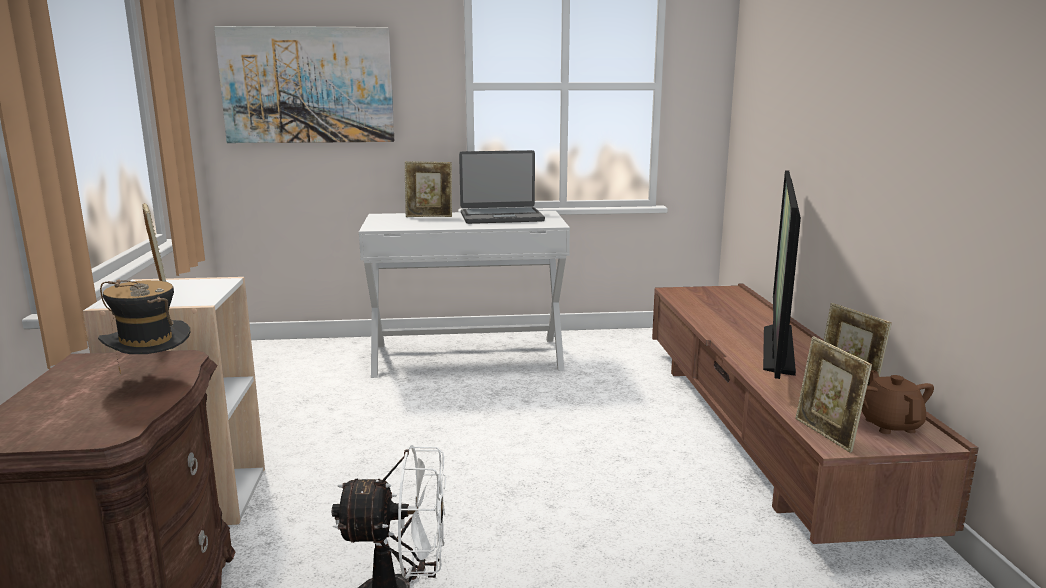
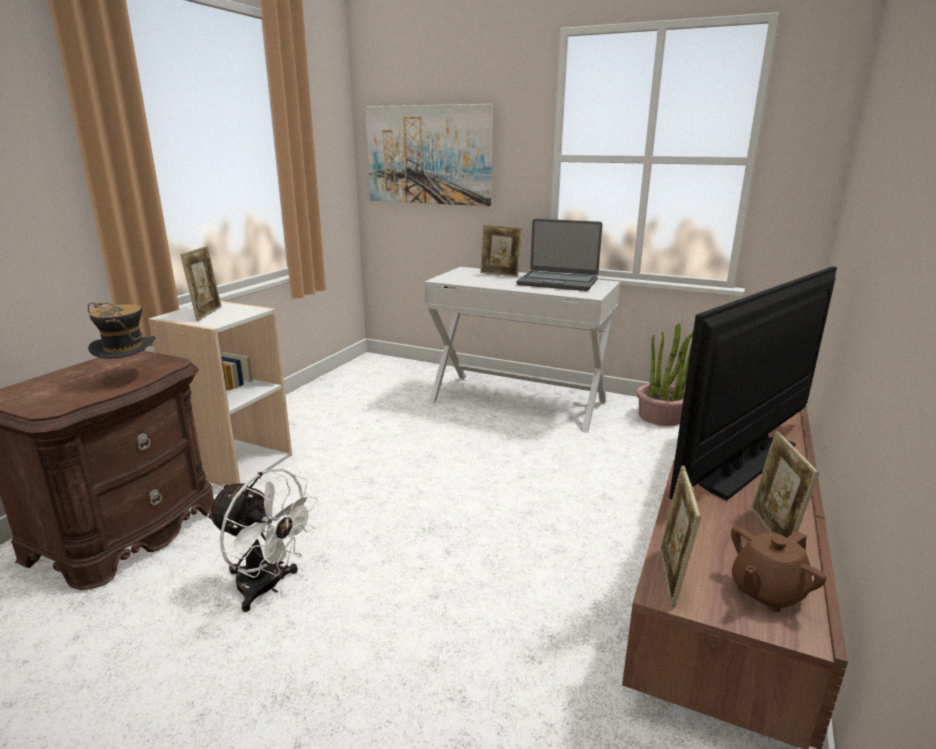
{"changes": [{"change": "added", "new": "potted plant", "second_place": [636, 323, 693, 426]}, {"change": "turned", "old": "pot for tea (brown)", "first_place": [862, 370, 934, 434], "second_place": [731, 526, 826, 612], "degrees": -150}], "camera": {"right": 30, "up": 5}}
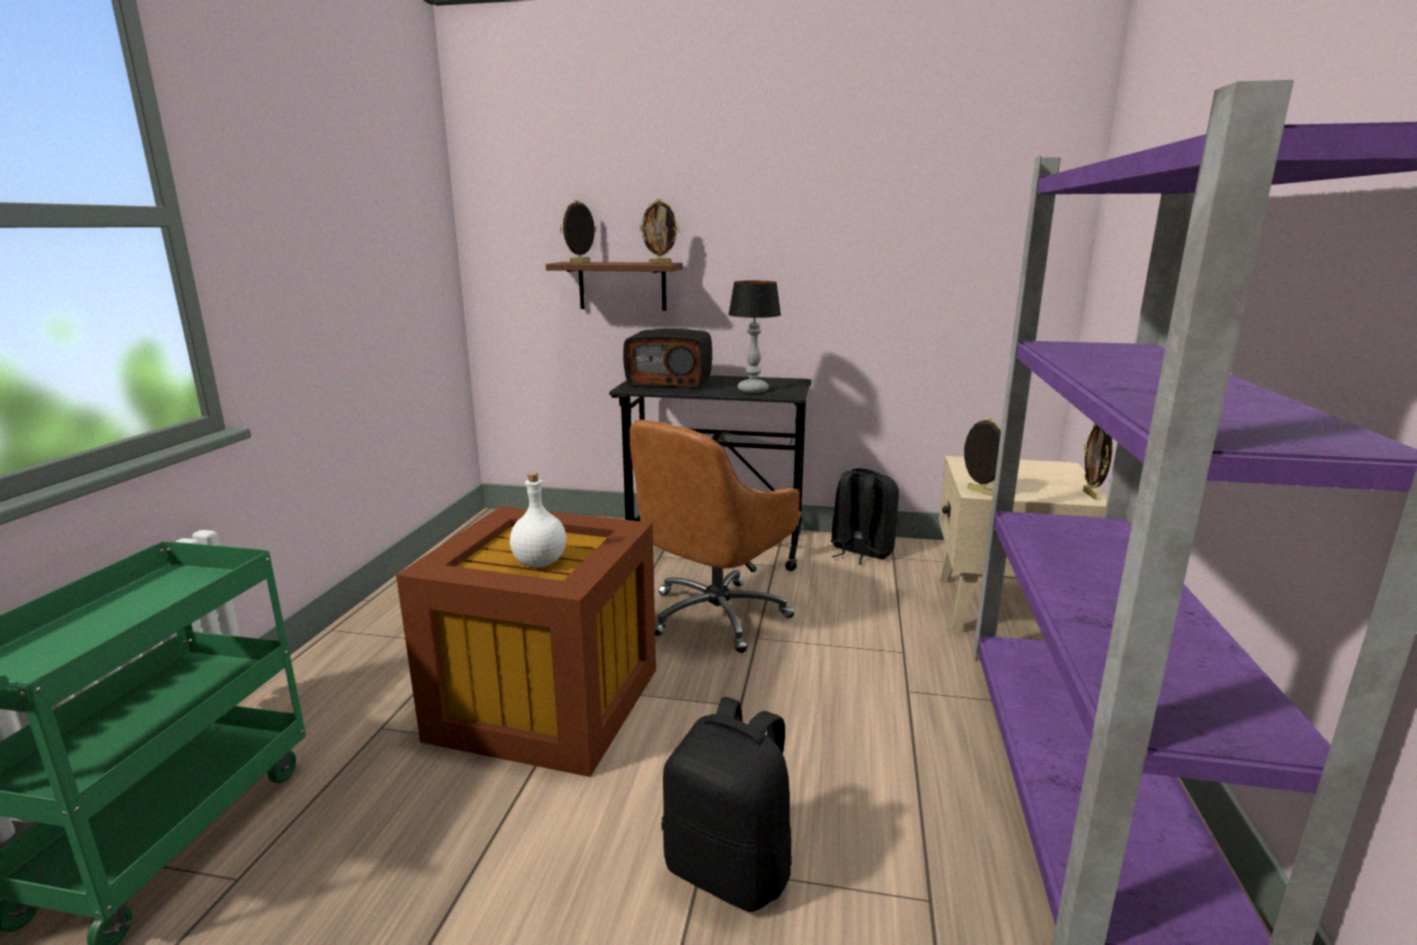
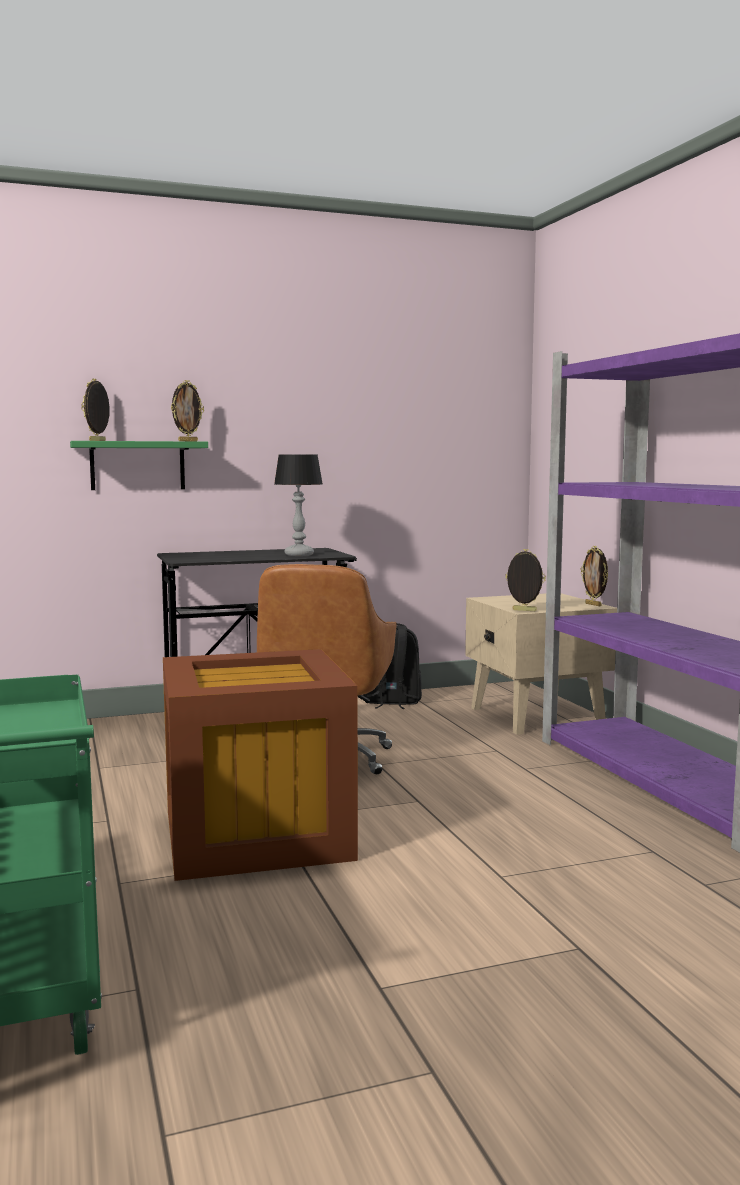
{"changes": [{"change": "removed", "old": "bottle (whitish)", "first_place": [510, 472, 566, 567]}, {"change": "removed", "old": "radio receiver", "first_place": [623, 329, 712, 389]}, {"change": "removed", "old": "backpack (black-coloured)", "first_place": [662, 697, 792, 912]}, {"change": "recoloured", "old": "bracket shelf (brown)", "new": "bracket shelf (greenish)", "first_place": [546, 262, 683, 311], "second_place": [70, 441, 208, 490]}], "camera": {"right": -30, "up": -10}}
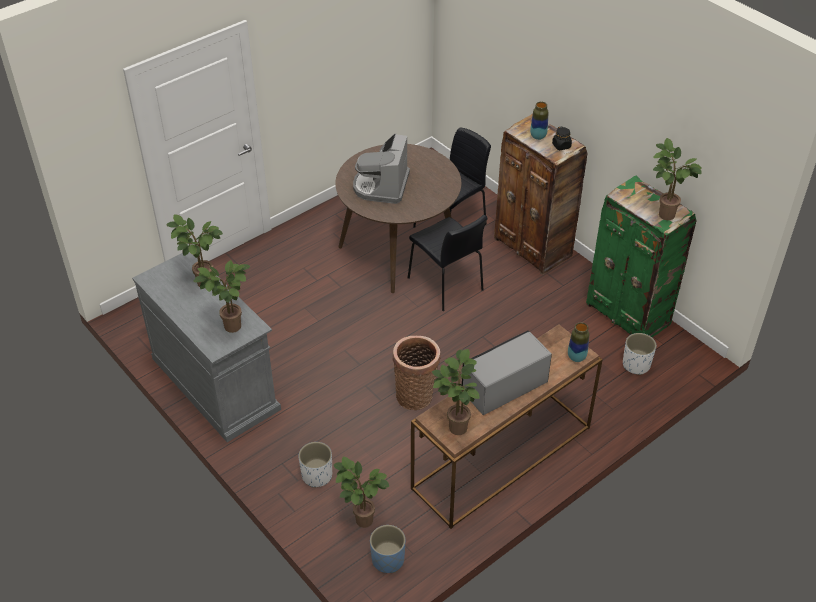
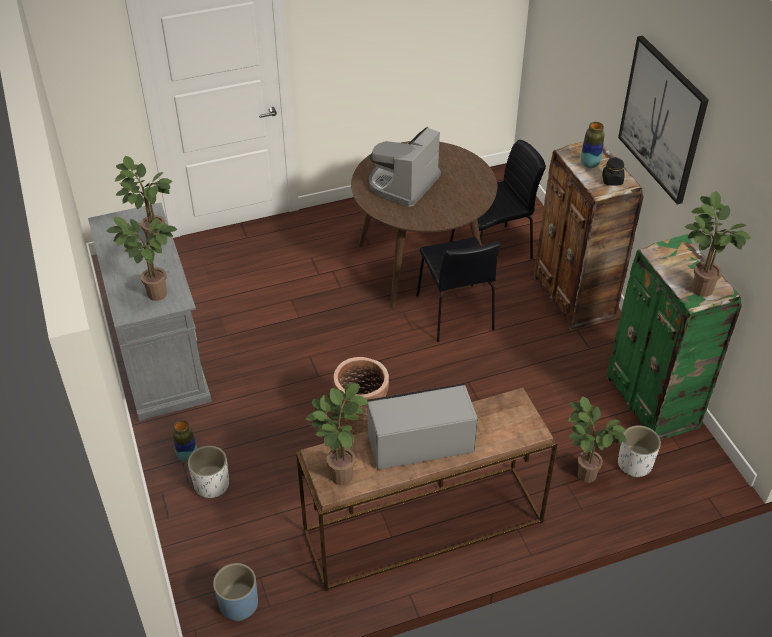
{"changes": [{"change": "added", "new": "picture", "second_place": [618, 35, 709, 204]}, {"change": "moved", "old": "potted plant", "first_place": [334, 457, 389, 528], "second_place": [568, 396, 626, 483]}, {"change": "moved", "old": "flower vase", "first_place": [568, 322, 589, 362], "second_place": [173, 420, 197, 462]}], "camera": {"right": 20, "up": 0}}
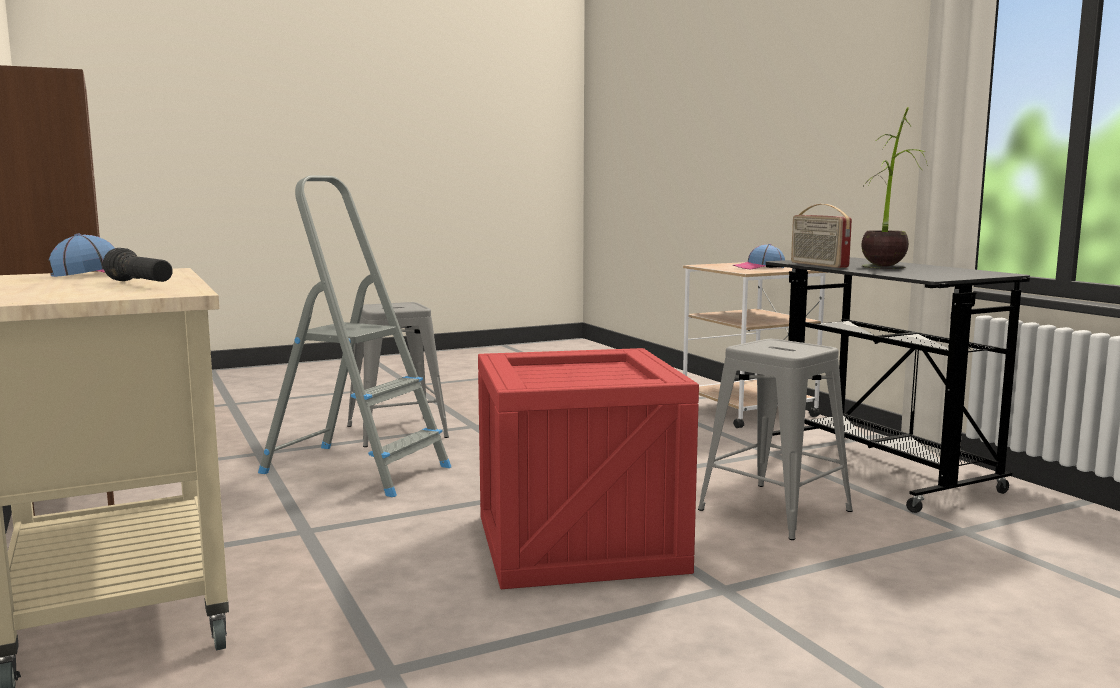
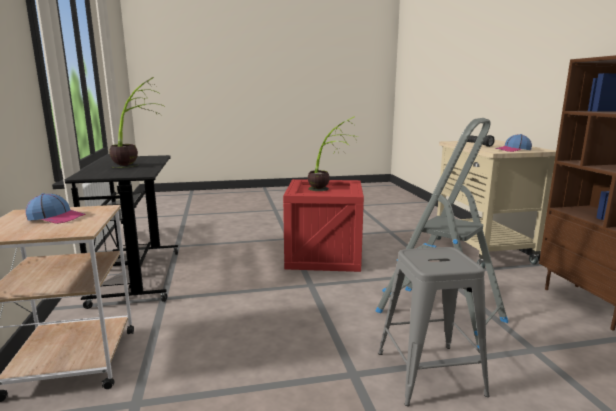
{"changes": [{"change": "removed", "old": "sitting stool (gray)", "first_place": [698, 339, 853, 540]}, {"change": "removed", "old": "radio receiver", "first_place": [791, 204, 852, 268]}, {"change": "added", "new": "potted plant", "second_place": [308, 116, 358, 191]}], "camera": {"right": -165, "up": 5}}
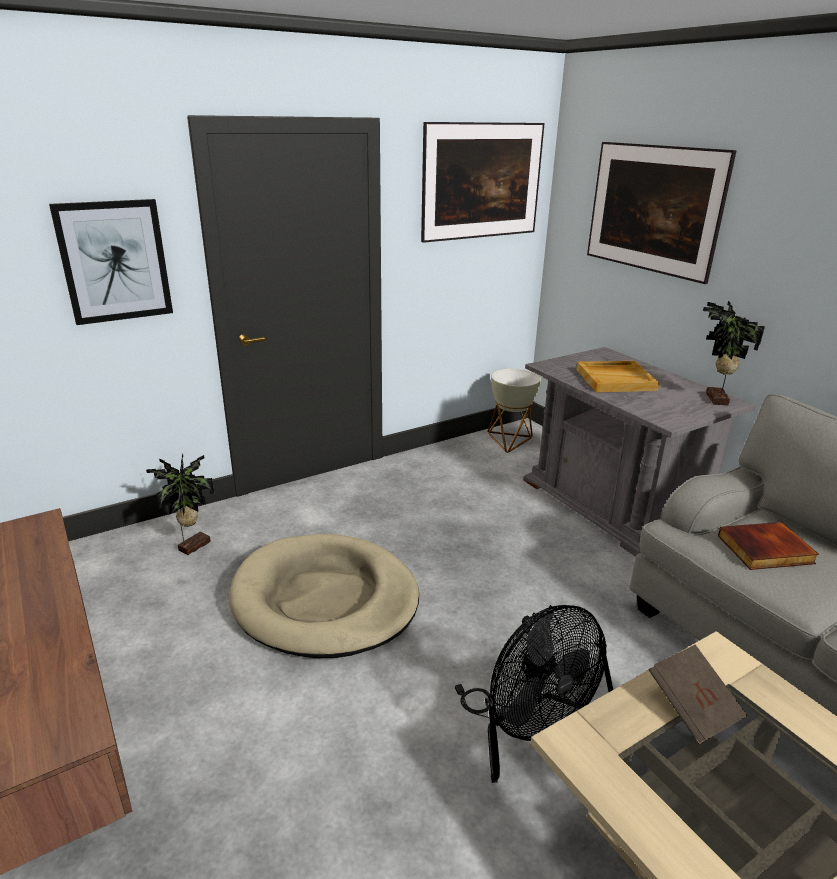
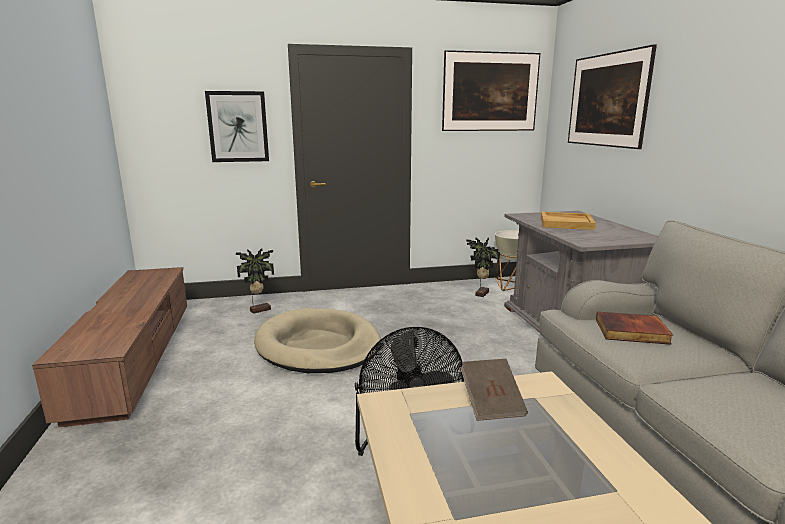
{"changes": [{"change": "moved", "old": "potted plant", "first_place": [703, 301, 765, 406], "second_place": [466, 237, 500, 297]}], "camera": {"right": 20, "up": -10}}
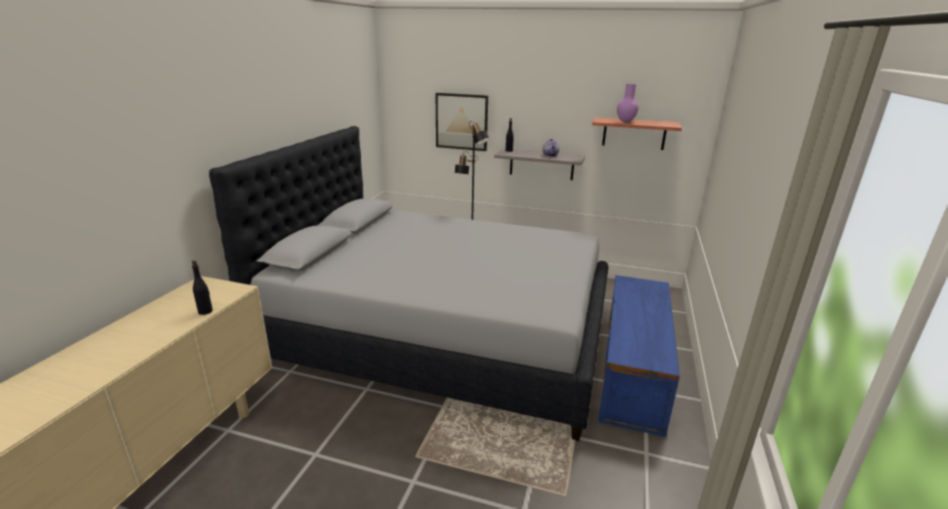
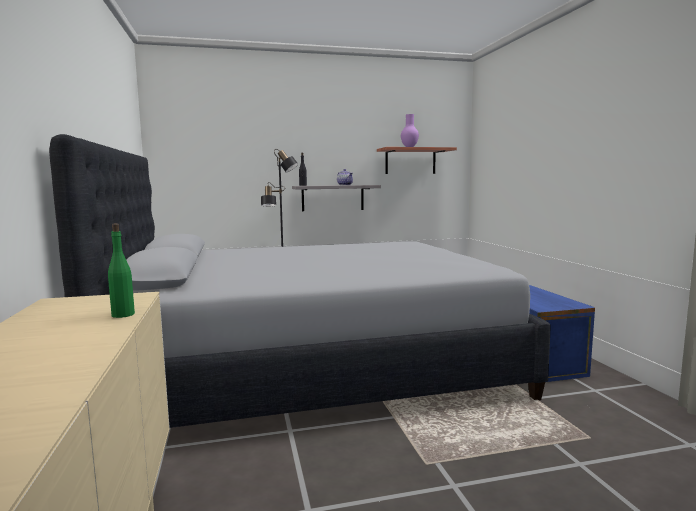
{"changes": [{"change": "removed", "old": "picture", "first_place": [436, 93, 488, 151]}, {"change": "recoloured", "old": "bottle (black-coloured)", "new": "bottle (greenish)", "first_place": [192, 260, 213, 315], "second_place": [108, 223, 135, 318]}], "camera": {"right": -30, "up": -15}}
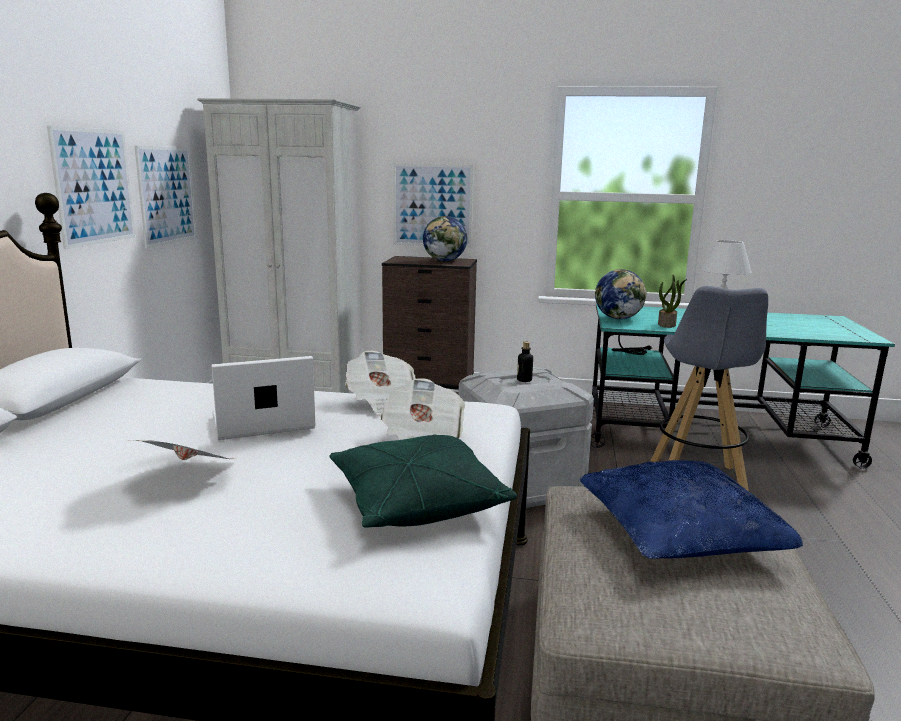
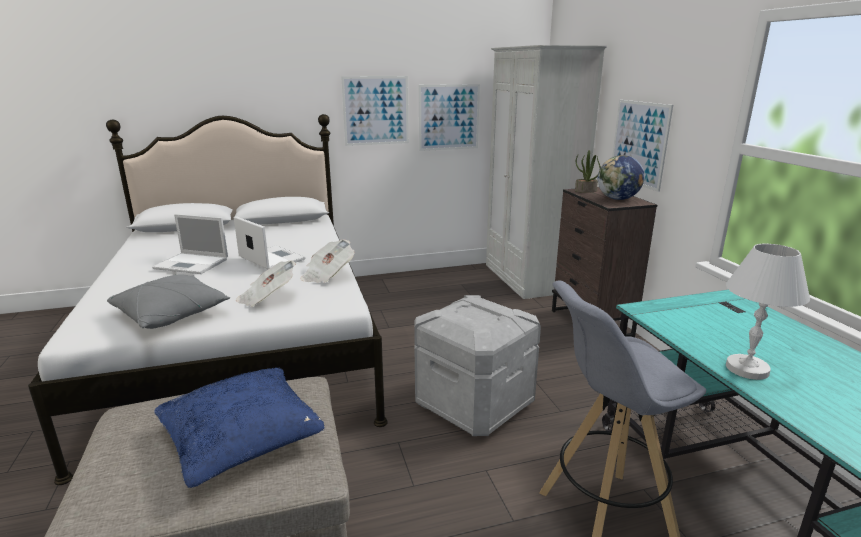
{"changes": [{"change": "removed", "old": "bottle", "first_place": [517, 342, 533, 382]}, {"change": "removed", "old": "globe", "first_place": [595, 269, 647, 319]}, {"change": "moved", "old": "potted plant", "first_place": [658, 275, 687, 328], "second_place": [575, 150, 601, 193]}, {"change": "replaced", "old": "daily paper", "new": "notebook computer", "first_place": [128, 440, 237, 460], "second_place": [152, 214, 228, 274]}, {"change": "recoloured", "old": "throw pillow (greenish)", "new": "throw pillow (gray)", "first_place": [329, 434, 517, 528], "second_place": [107, 275, 230, 329]}], "camera": {"right": 65, "up": 5}}
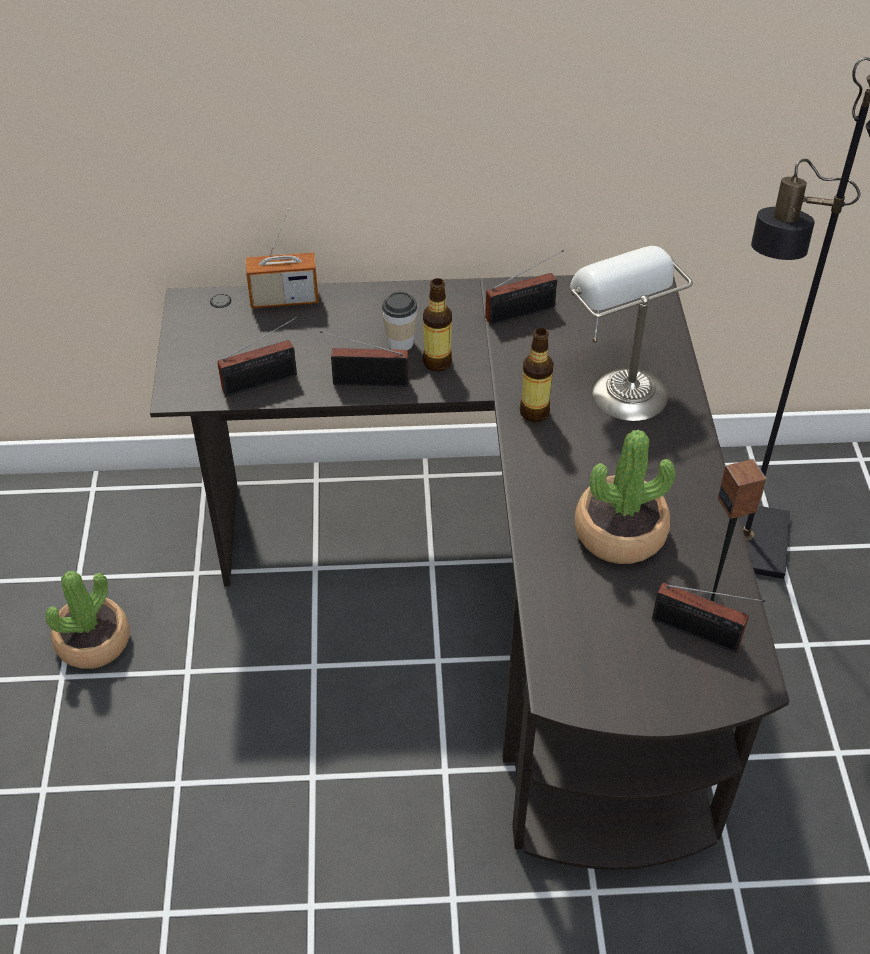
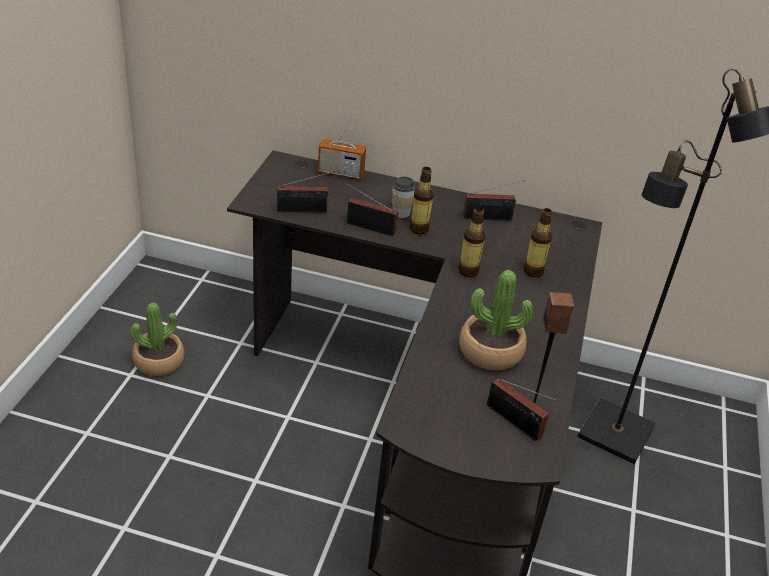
{"changes": [{"change": "replaced", "old": "tabletop lamp (whitish)", "new": "bottle", "first_place": [570, 246, 693, 421], "second_place": [524, 208, 552, 277]}], "camera": {"right": 15, "up": -10}}
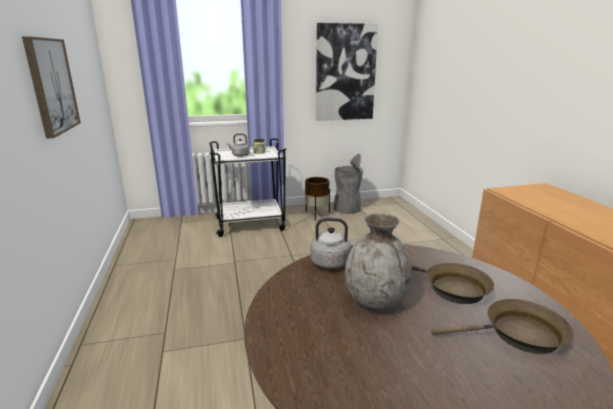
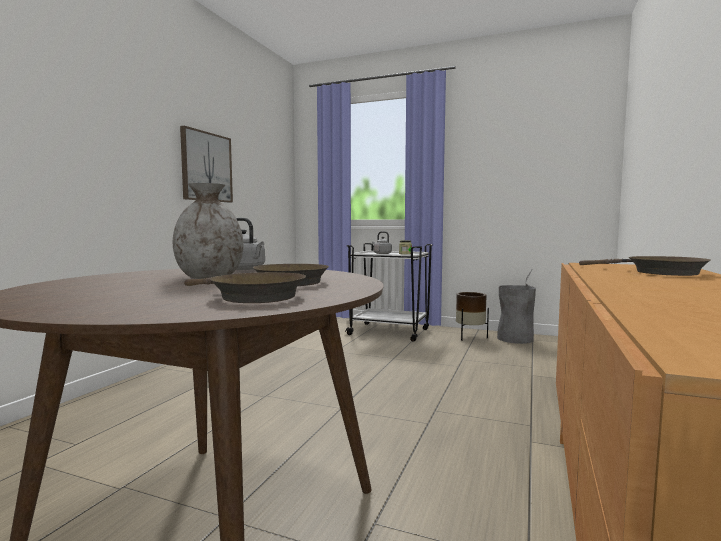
{"changes": [{"change": "removed", "old": "picture", "first_place": [316, 23, 378, 121]}, {"change": "added", "new": "frying pan (brown)", "second_place": [579, 256, 711, 276]}], "camera": {"right": 35, "up": -15}}
